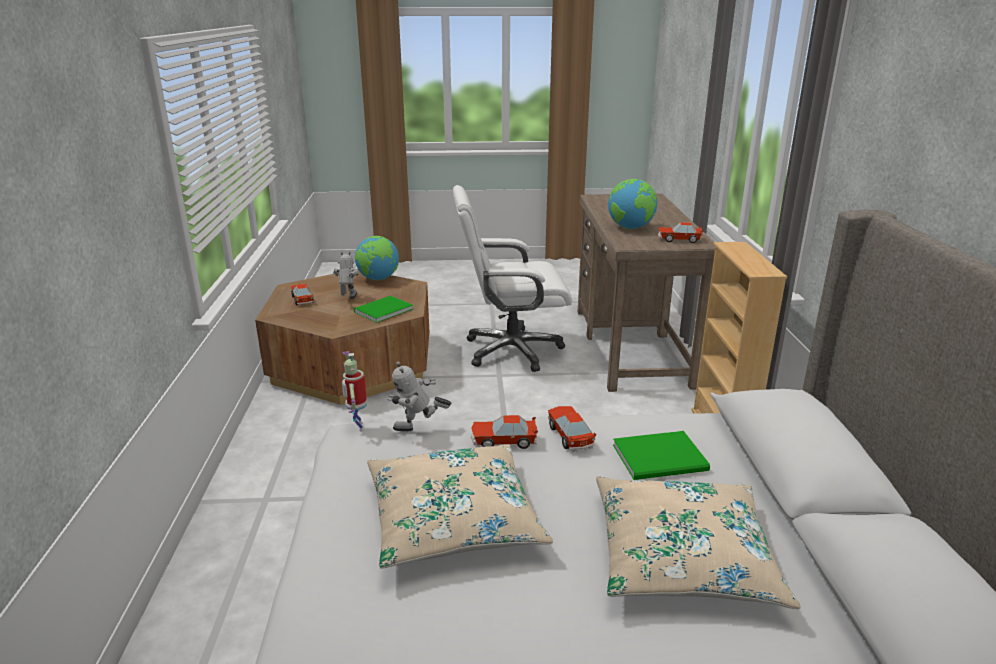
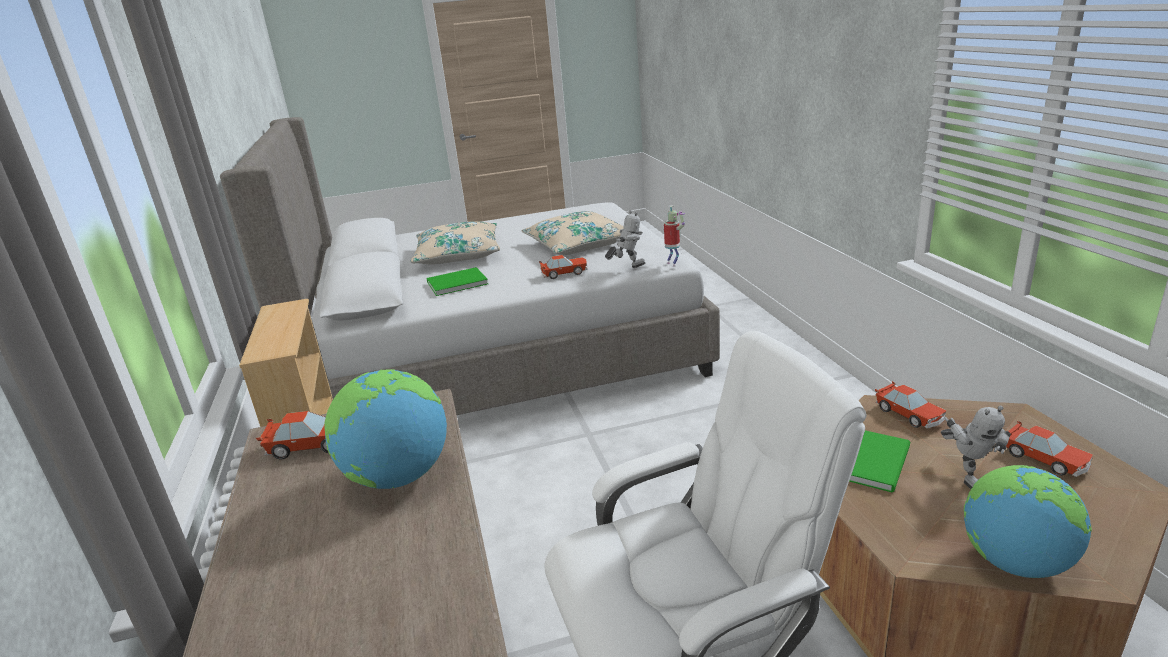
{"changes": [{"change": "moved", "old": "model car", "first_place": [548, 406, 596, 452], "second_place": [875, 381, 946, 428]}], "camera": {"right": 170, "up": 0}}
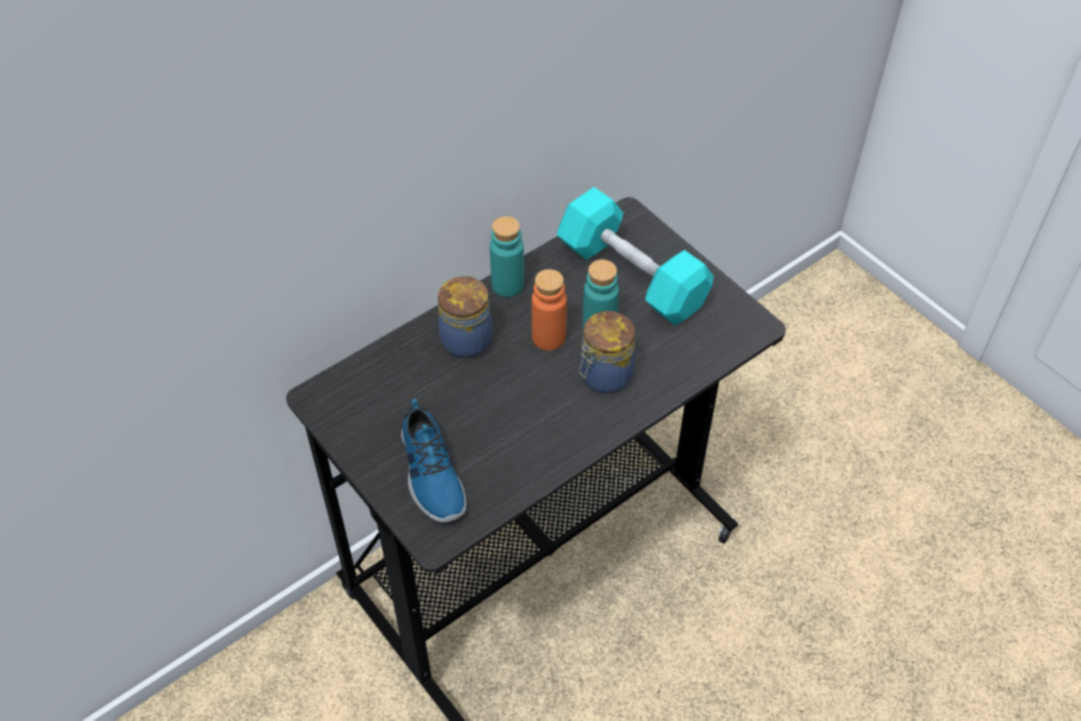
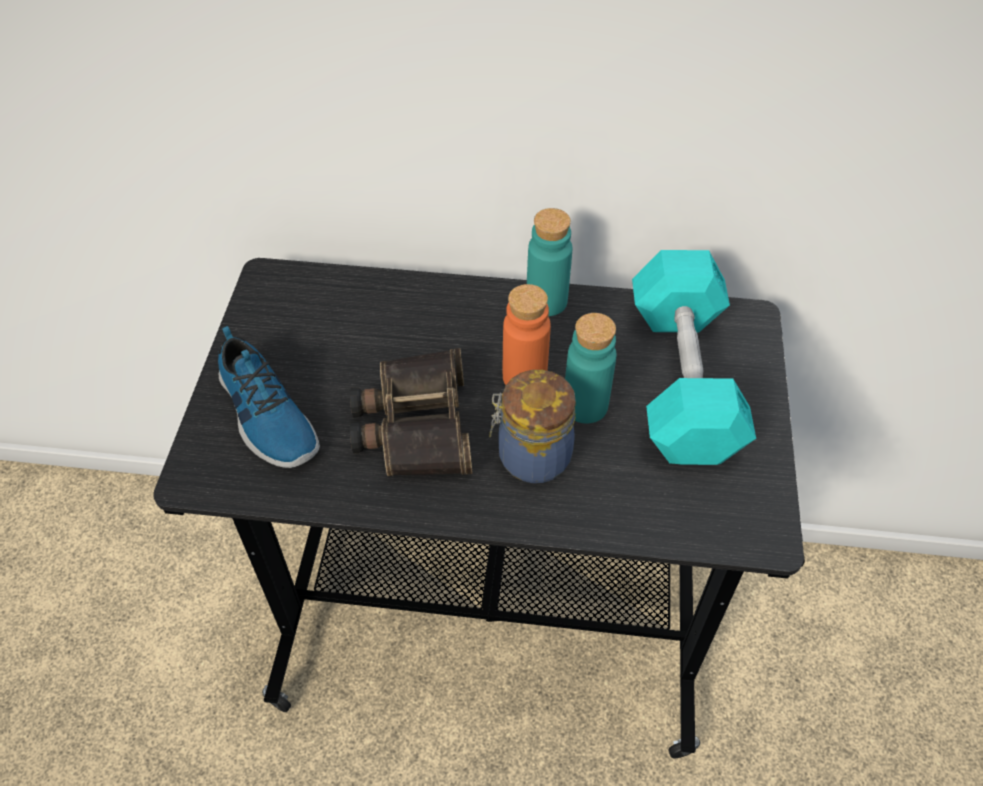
{"changes": [{"change": "removed", "old": "preserve jar", "first_place": [438, 275, 492, 358]}, {"change": "added", "new": "field glasses", "second_place": [350, 348, 472, 476]}, {"change": "turned", "old": "low shoe", "first_place": [401, 399, 467, 522], "second_place": [218, 326, 320, 468], "degrees": -60}], "camera": {"right": 45, "up": 0}}
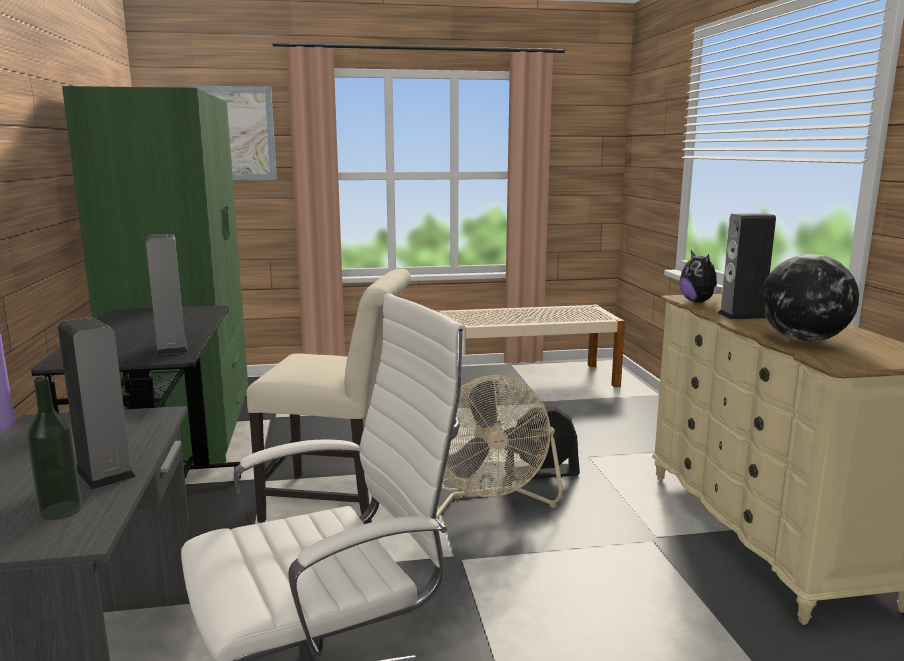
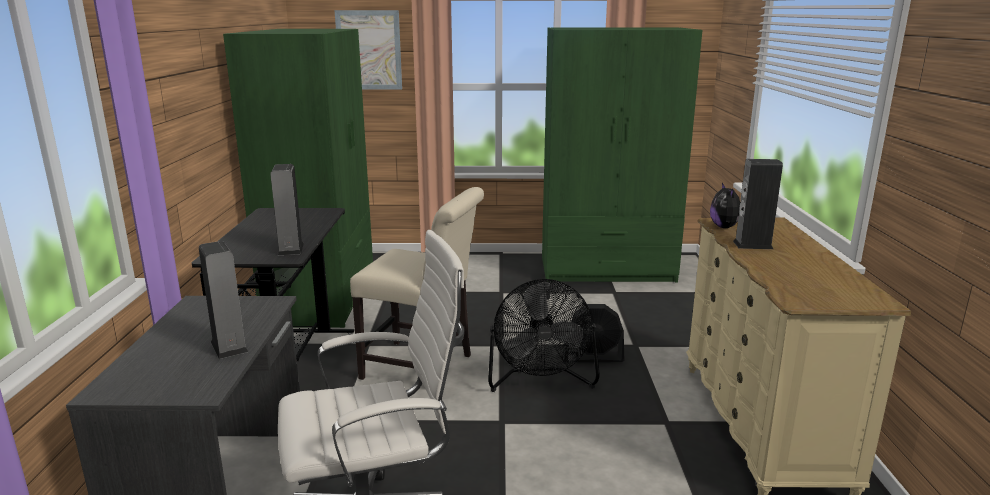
{"changes": [{"change": "removed", "old": "bottle", "first_place": [27, 376, 82, 520]}, {"change": "removed", "old": "globe", "first_place": [761, 254, 859, 342]}, {"change": "replaced", "old": "bench (beige-coloured)", "new": "wardrobe (greenish)", "first_place": [435, 304, 625, 387], "second_place": [542, 28, 702, 283]}, {"change": "recoloured", "old": "cooling fan (beige-coloured)", "new": "cooling fan (black-coloured)", "first_place": [436, 375, 563, 519], "second_place": [488, 279, 600, 392]}], "camera": {"right": 10, "up": 5}}
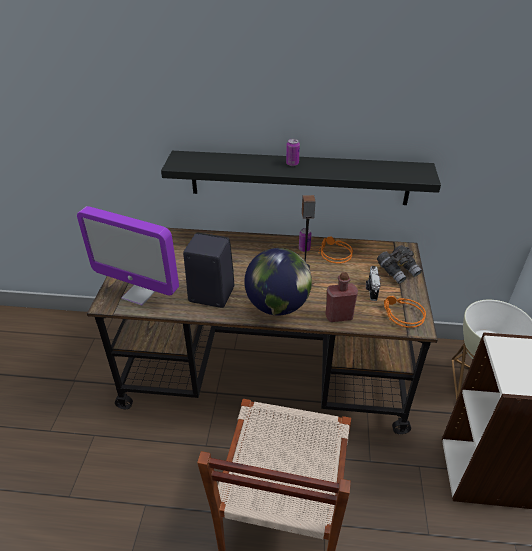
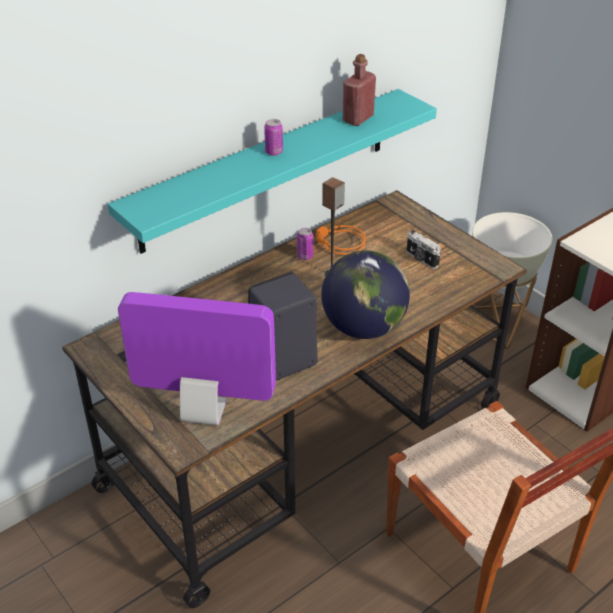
{"changes": [{"change": "removed", "old": "field glasses (gray)", "first_place": [377, 245, 422, 284]}, {"change": "removed", "old": "headphones (orange-coloured)", "first_place": [384, 296, 426, 328]}, {"change": "moved", "old": "bottle (reddish)", "first_place": [325, 272, 358, 322], "second_place": [343, 54, 376, 126]}, {"change": "recoloured", "old": "bracket shelf (black-coloured)", "new": "bracket shelf (turquoise)", "first_place": [161, 151, 441, 205], "second_place": [108, 89, 437, 254]}, {"change": "turned", "old": "computer display", "first_place": [77, 206, 179, 306], "second_place": [118, 292, 276, 425], "degrees": -150}], "camera": {"right": -45, "up": 0}}
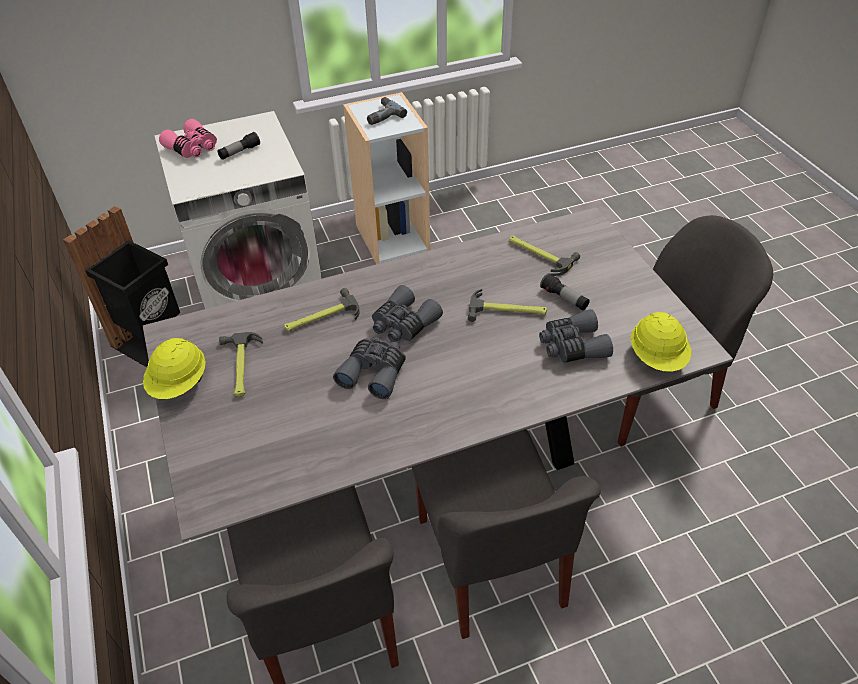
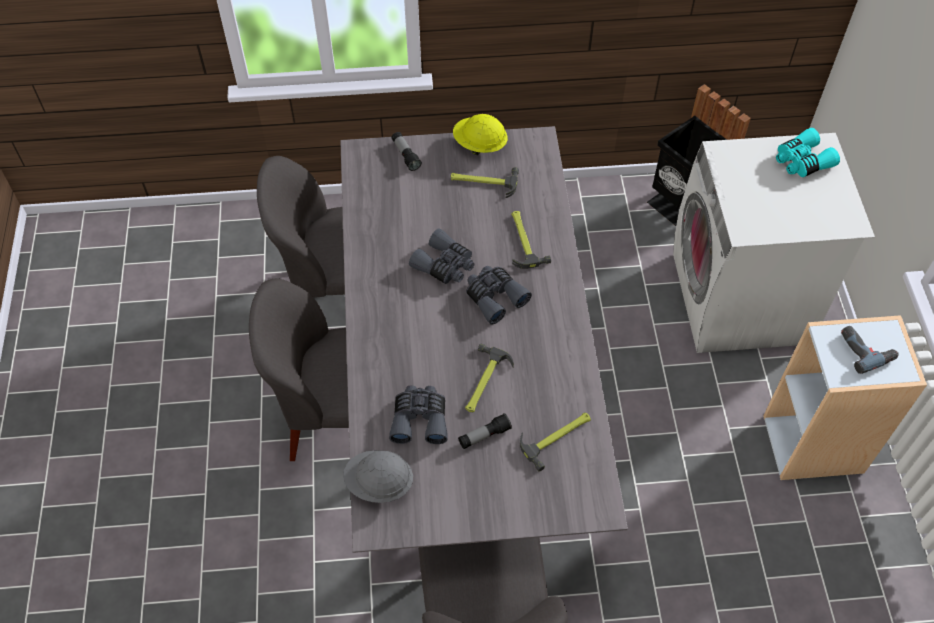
{"changes": [{"change": "moved", "old": "torch", "first_place": [217, 132, 260, 160], "second_place": [391, 132, 422, 171]}, {"change": "recoloured", "old": "field glasses (pink-coloured)", "new": "field glasses (turquoise)", "first_place": [159, 119, 217, 158], "second_place": [776, 128, 840, 177]}, {"change": "recoloured", "old": "safety helmet (yellowish)", "new": "safety helmet (gray)", "first_place": [631, 312, 691, 372], "second_place": [343, 450, 413, 503]}], "camera": {"right": 105, "up": 10}}
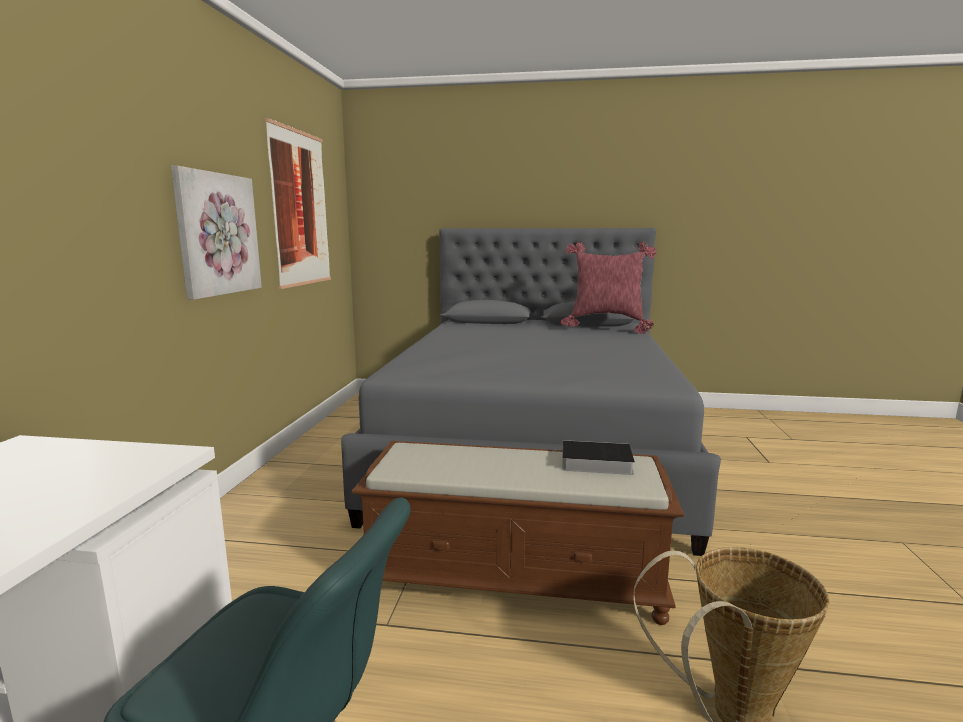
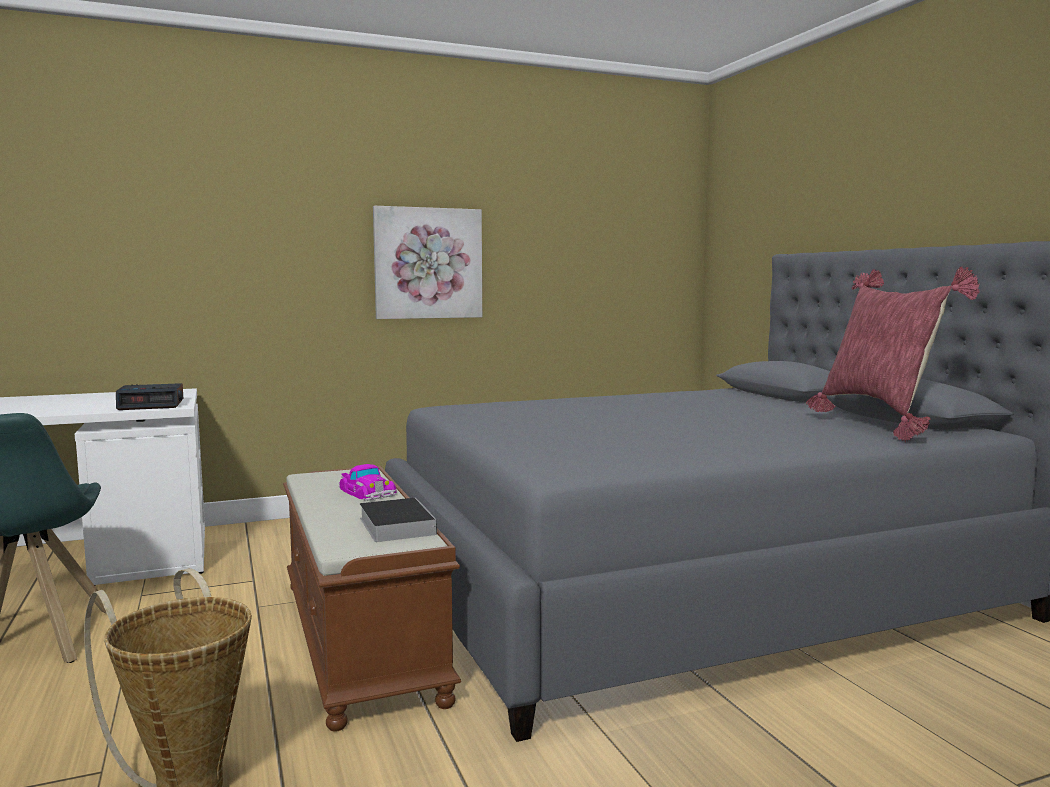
{"changes": [{"change": "removed", "old": "picture", "first_place": [265, 118, 331, 289]}, {"change": "added", "new": "bedside clock", "second_place": [116, 383, 183, 410]}, {"change": "added", "new": "model car", "second_place": [339, 464, 397, 501]}], "camera": {"right": 60, "up": -5}}
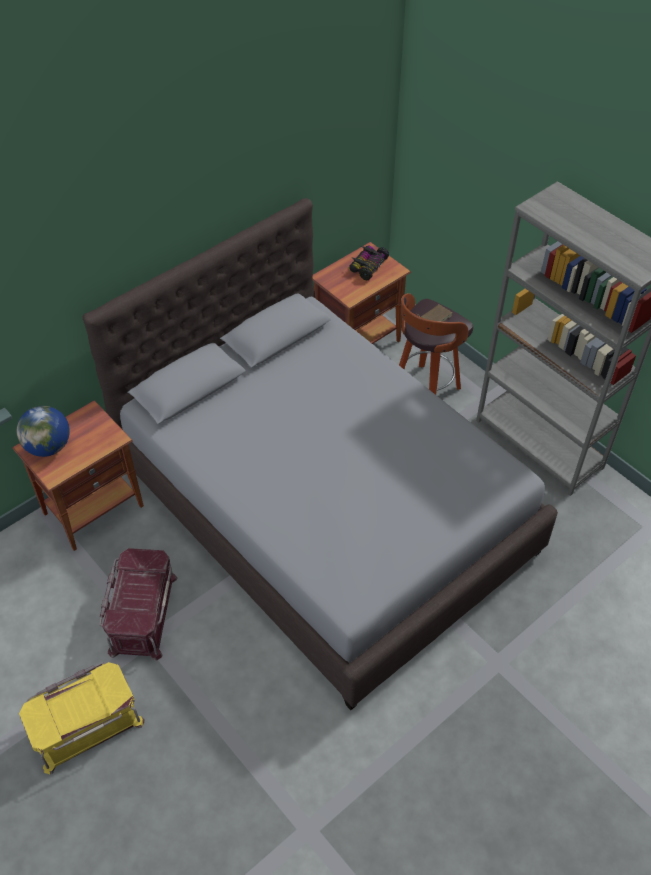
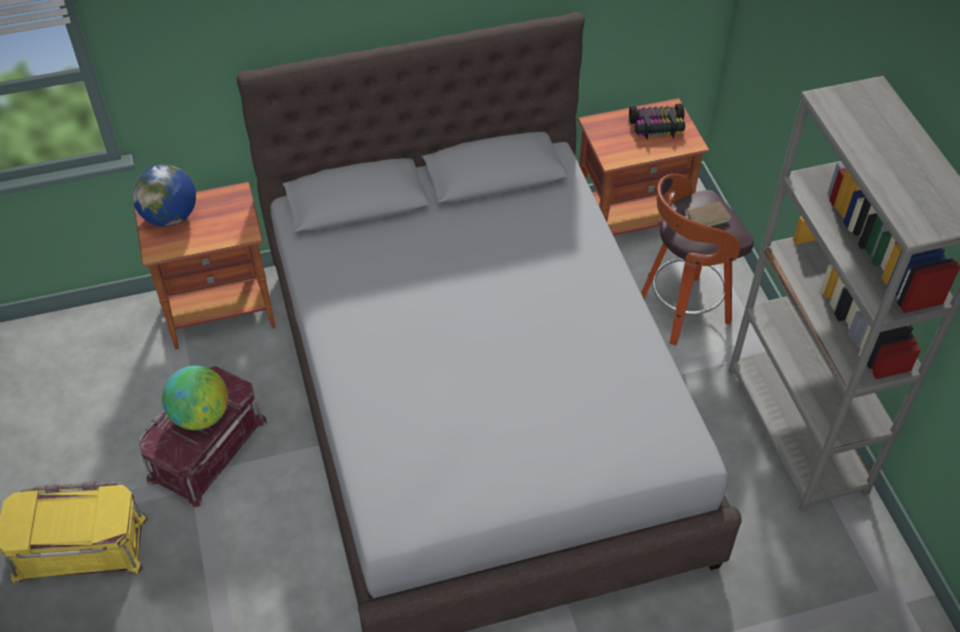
{"changes": [{"change": "added", "new": "globe", "second_place": [162, 366, 228, 430]}, {"change": "turned", "old": "model car", "first_place": [349, 246, 389, 280], "second_place": [629, 104, 685, 140], "degrees": -150}], "camera": {"right": 25, "up": 0}}
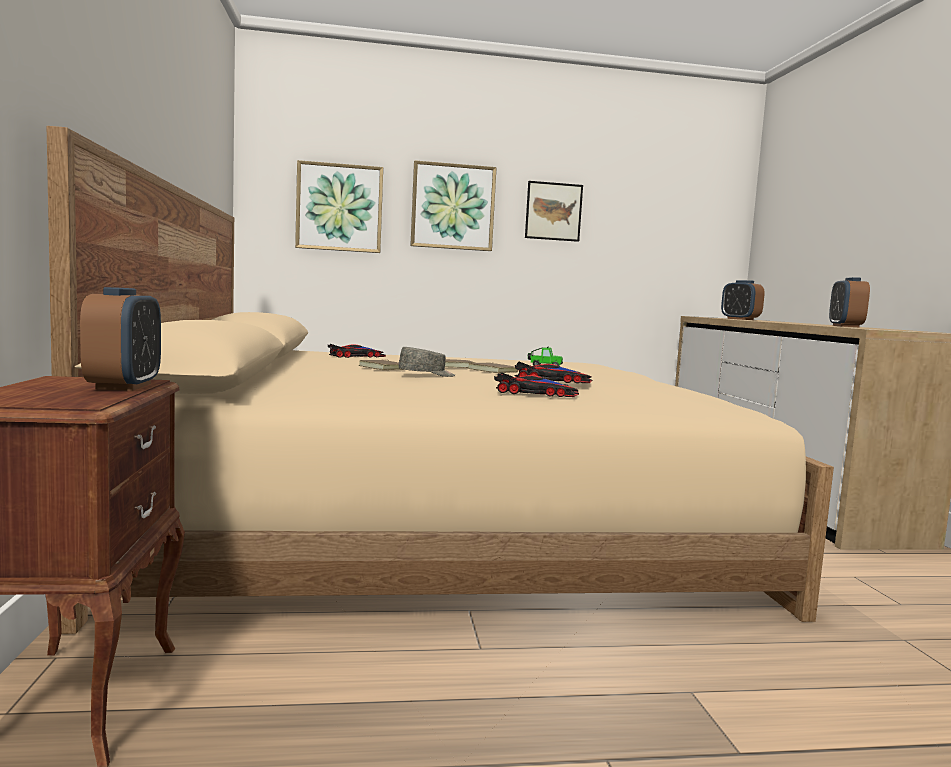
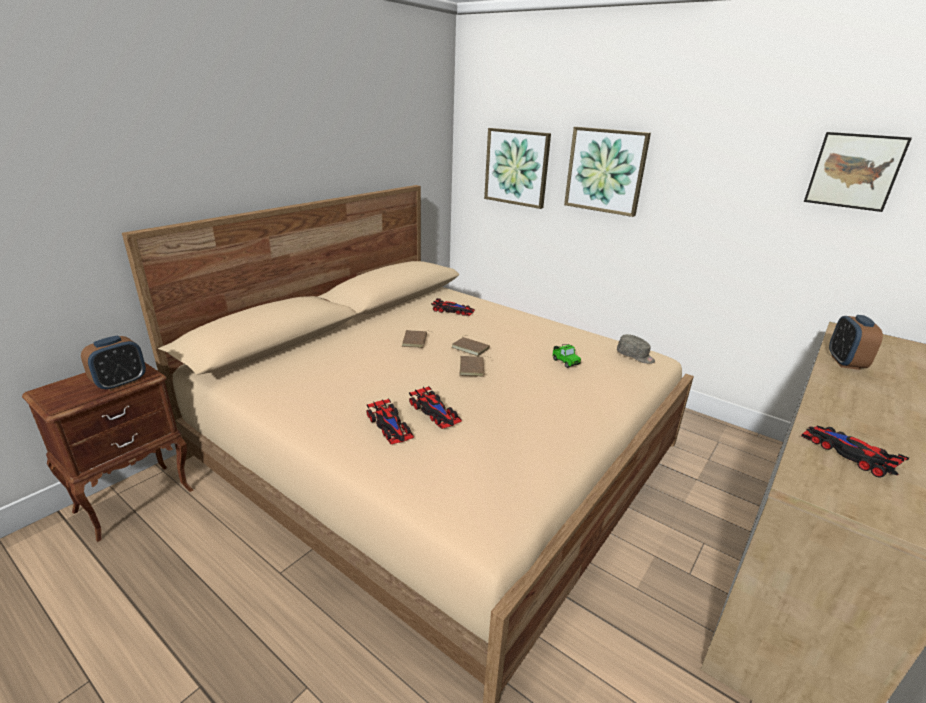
{"changes": [{"change": "moved", "old": "baseball cap (gray)", "first_place": [398, 347, 455, 377], "second_place": [617, 334, 655, 364]}, {"change": "moved", "old": "picture", "first_place": [525, 181, 583, 242], "second_place": [804, 132, 912, 212]}, {"change": "replaced", "old": "bedside clock", "new": "model car", "first_place": [829, 277, 870, 327], "second_place": [801, 426, 909, 477]}], "camera": {"right": 45, "up": 20}}
